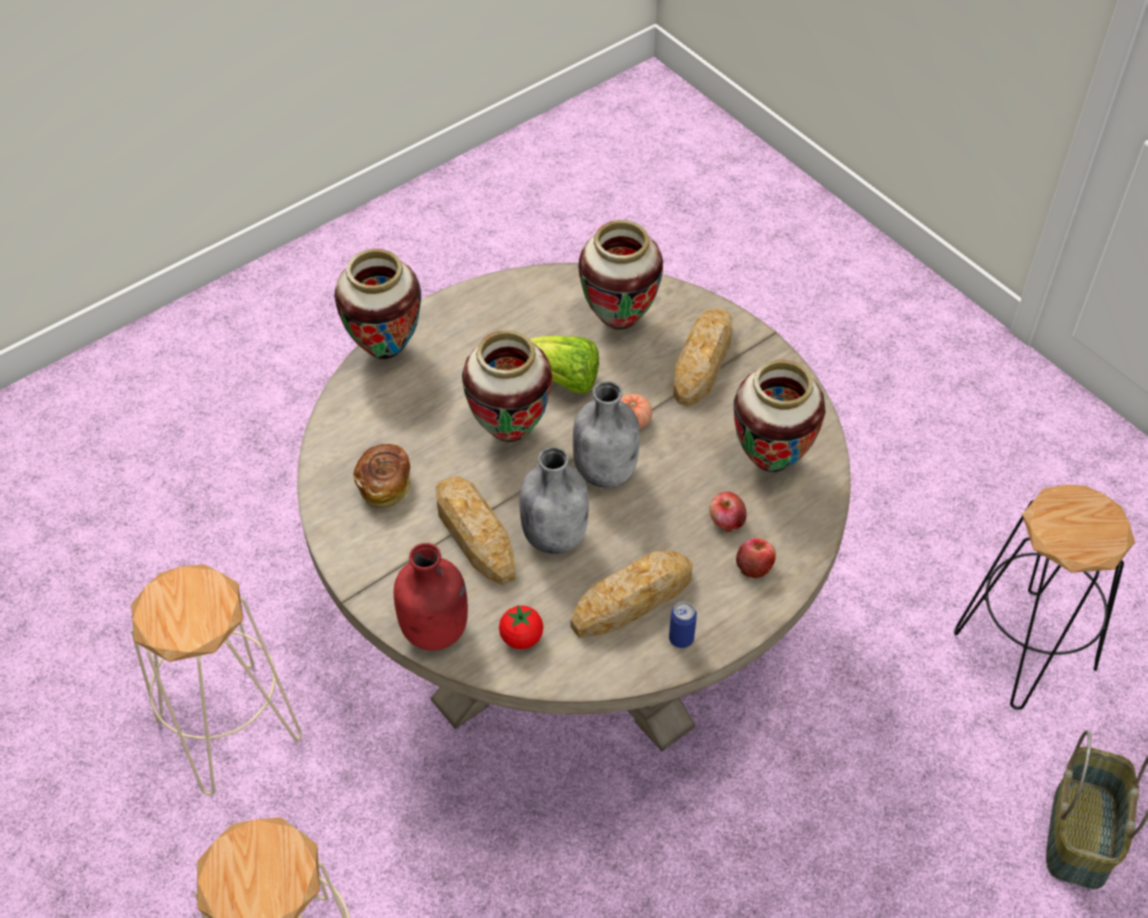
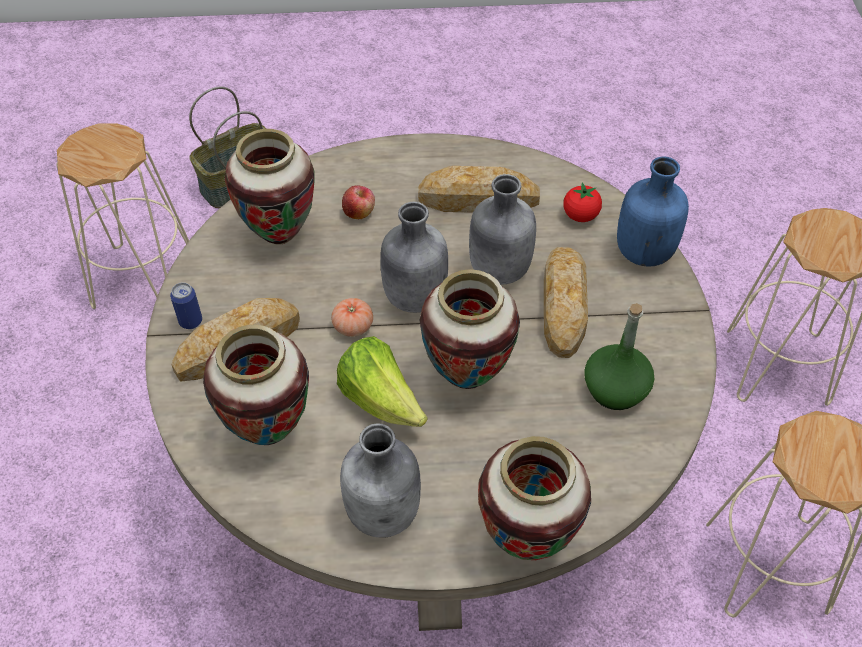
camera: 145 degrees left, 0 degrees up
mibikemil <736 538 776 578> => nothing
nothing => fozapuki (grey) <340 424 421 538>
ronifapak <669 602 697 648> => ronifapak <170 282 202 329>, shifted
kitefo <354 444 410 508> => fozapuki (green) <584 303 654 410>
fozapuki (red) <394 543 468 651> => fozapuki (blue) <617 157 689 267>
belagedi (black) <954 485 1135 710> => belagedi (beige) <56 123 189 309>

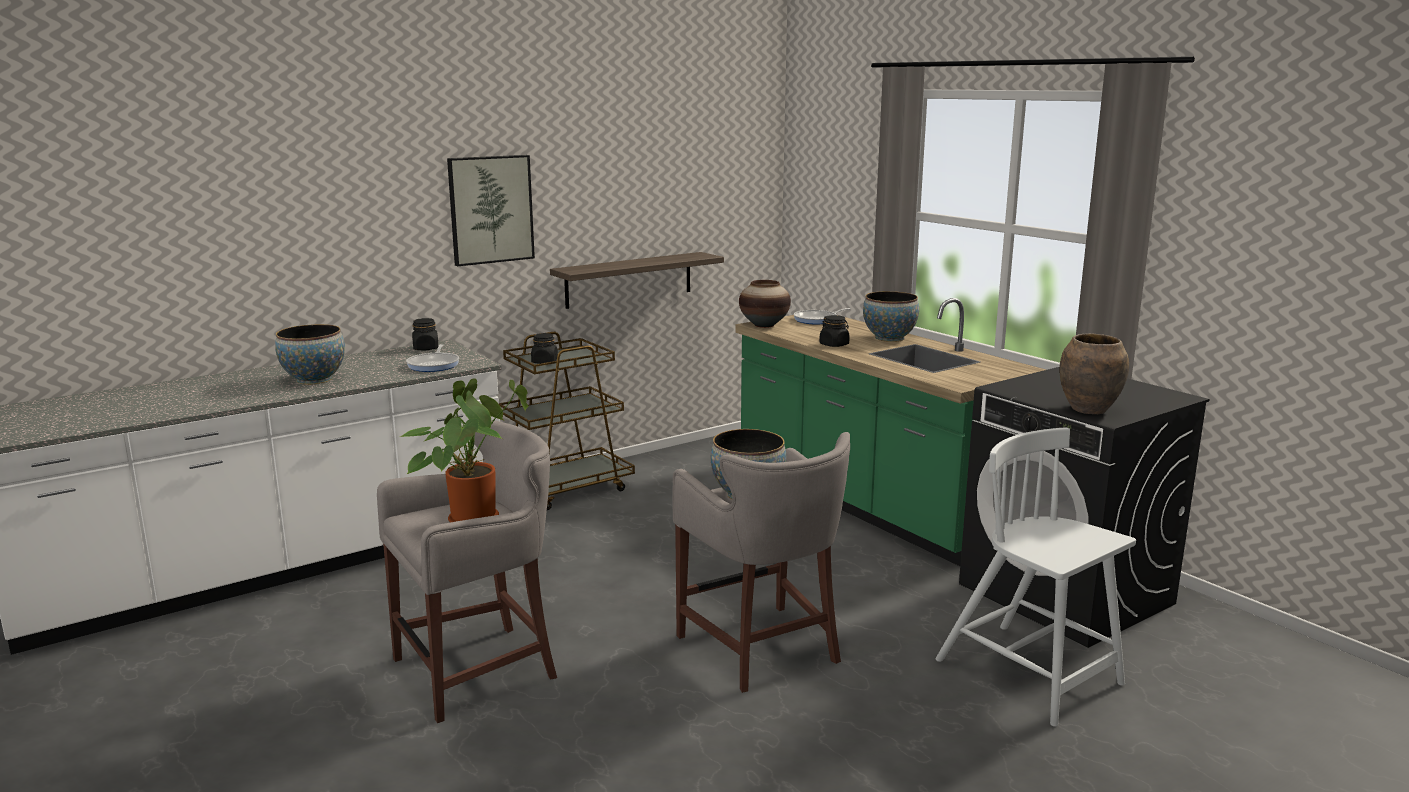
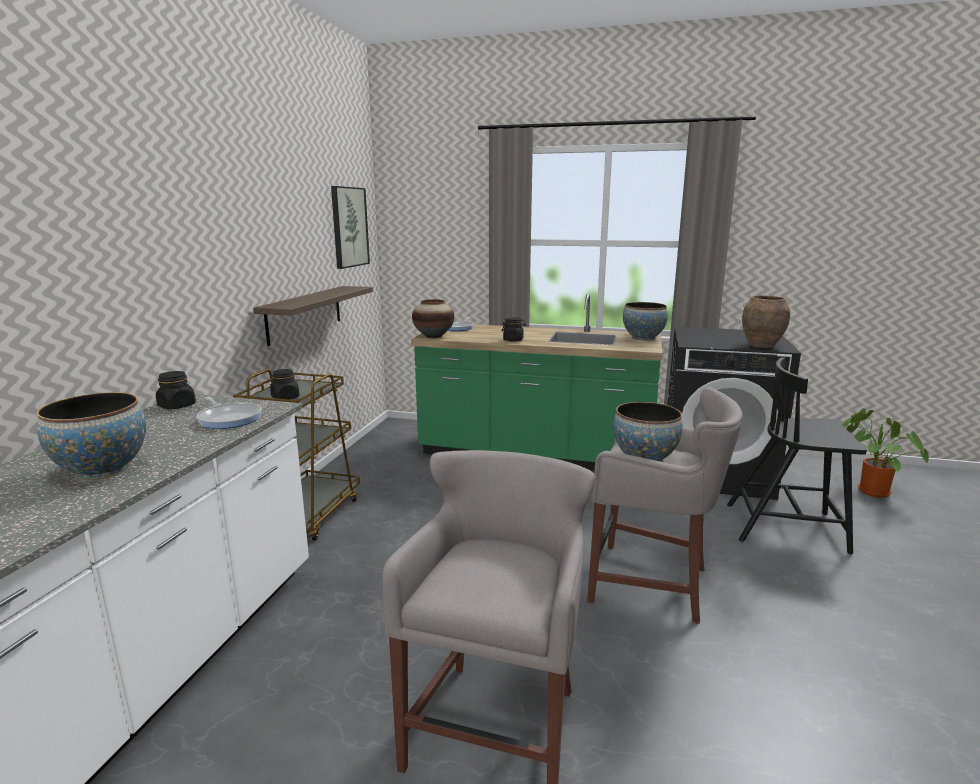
camera: 40 degrees left, 0 degrees up
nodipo <399 378 529 522> => nodipo <842 408 929 498>, shifted
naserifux <447 155 535 266> => naserifux <331 186 370 269>, shifted
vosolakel <863 291 919 342> => vosolakel <623 302 668 341>, shifted
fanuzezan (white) <935 427 1136 727> => fanuzezan (black) <727 357 867 554>

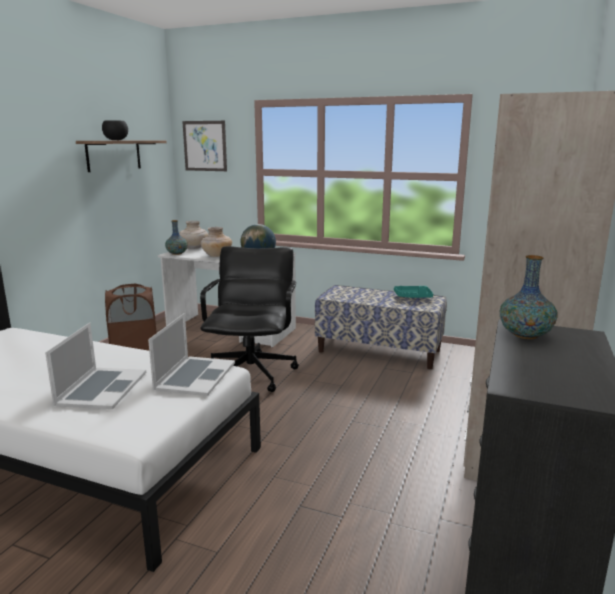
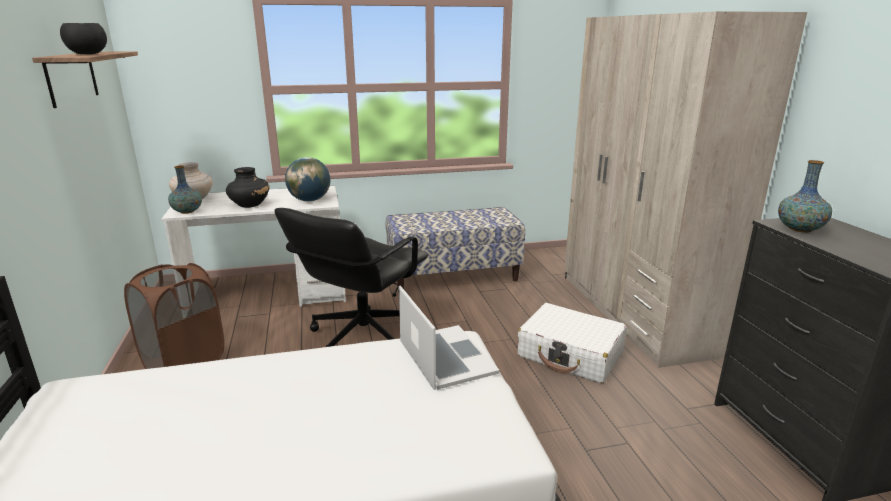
camera: 35 degrees left, 5 degrees up
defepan <45 323 146 409> => nothing
naserifux <182 121 227 171> => nothing
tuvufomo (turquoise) <394 286 433 298> => nothing
nothing => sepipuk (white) <518 303 627 384>
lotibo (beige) <201 227 232 257> => lotibo (black) <226 167 269 208>
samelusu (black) <200 246 299 392> => samelusu (black) <275 208 428 347>, 120 degrees counterclockwise

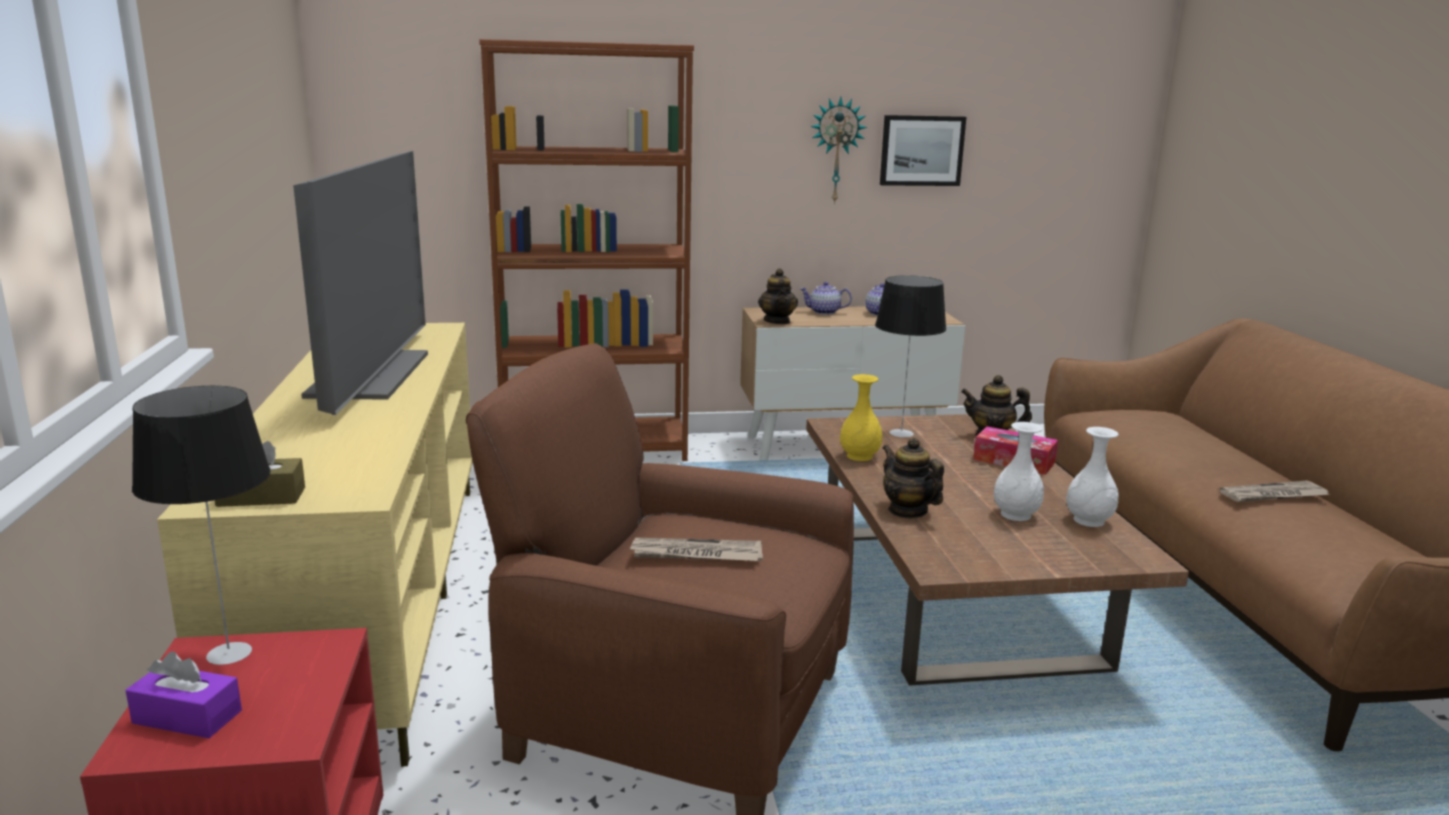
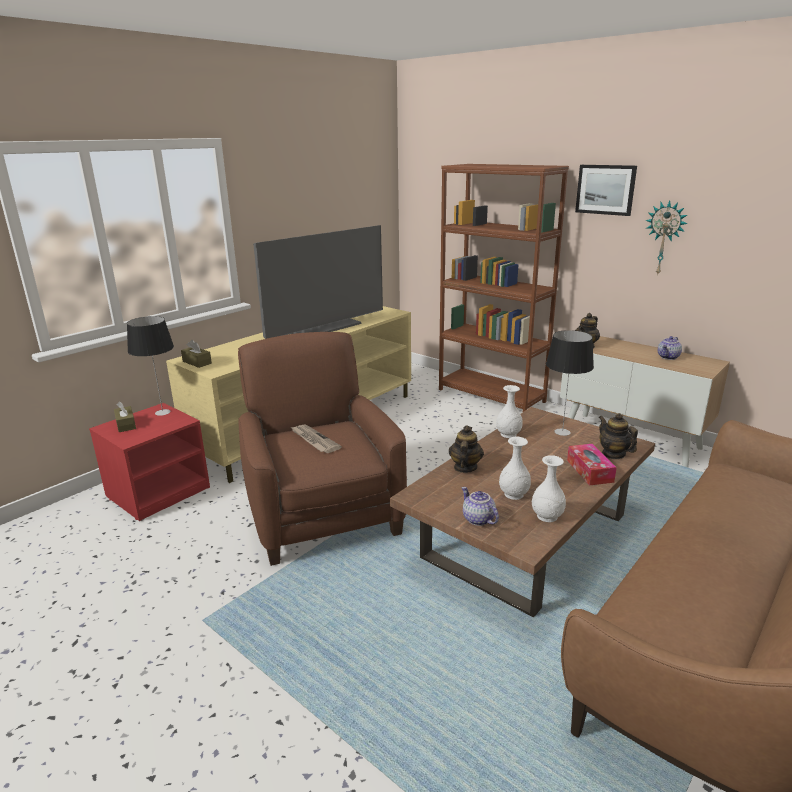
camera: 50 degrees right, 5 degrees up
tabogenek <1219 481 1329 502> => nothing
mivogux <800 282 852 315> => mivogux <462 487 499 526>, shifted
naserifux <880 115 966 186> => naserifux <575 165 637 216>, shifted
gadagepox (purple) <126 651 242 738> => gadagepox (brown) <114 401 136 432>
lotibo (yellow) <840 374 882 461> => lotibo (white) <496 385 523 438>

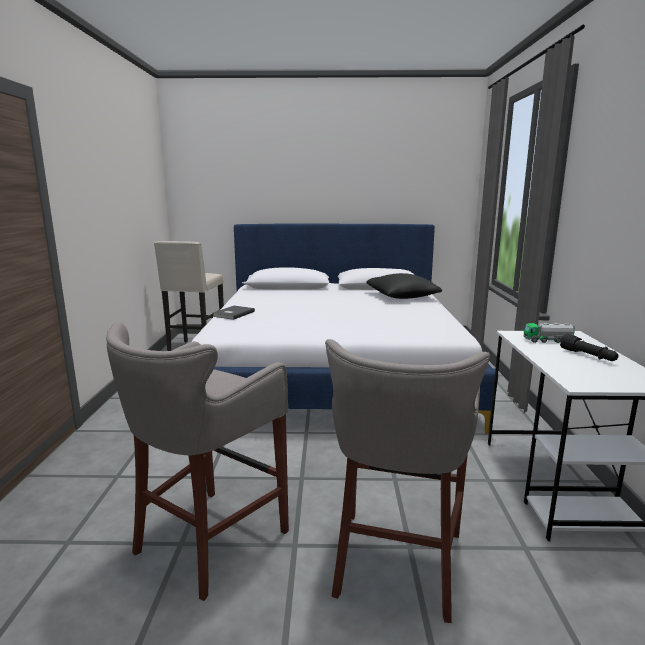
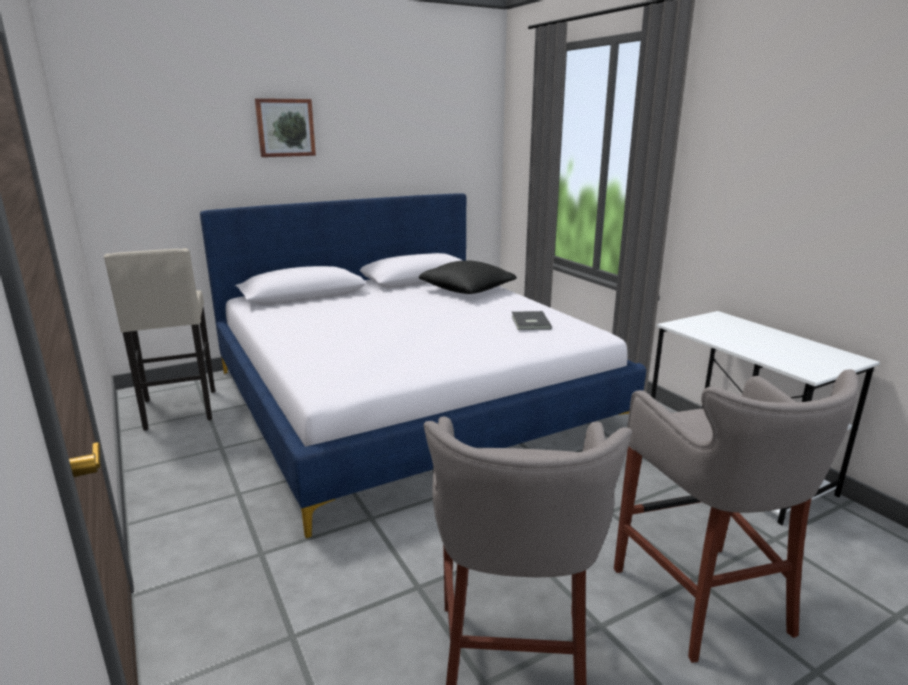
camera: 30 degrees left, 5 degrees up
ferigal <523 323 575 343> => nothing
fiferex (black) <560 334 618 361> => nothing
nothing => naserifux <255 98 316 157>
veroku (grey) <213 306 255 320> => veroku (grey) <512 311 552 330>, shifted

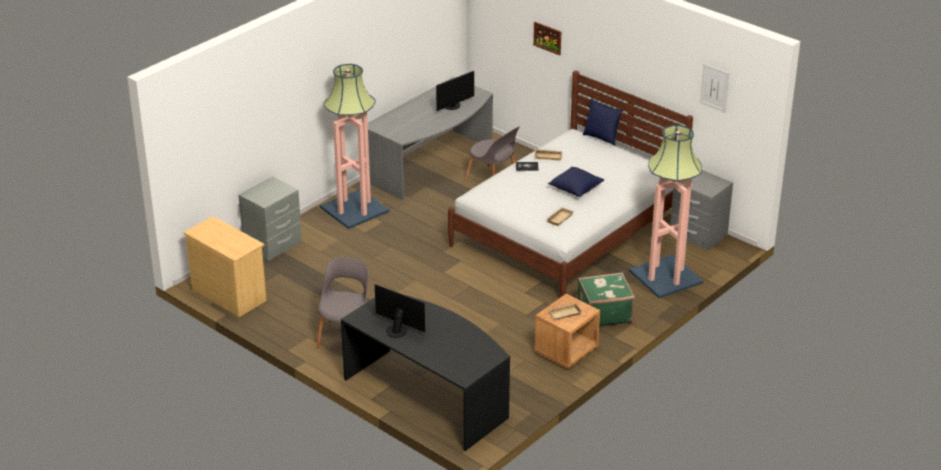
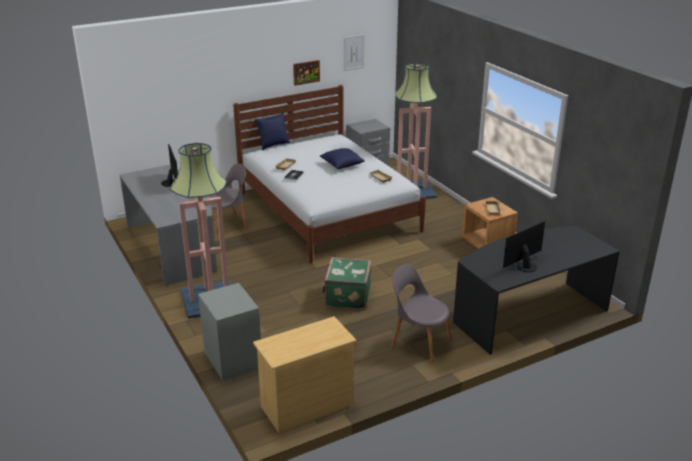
camera: 70 degrees left, 5 degrees down
naserifux <533 22 561 55> => naserifux <293 60 320 86>, shifted
sepipuk (green) <577 272 635 326> => sepipuk (green) <322 257 371 309>, shifted

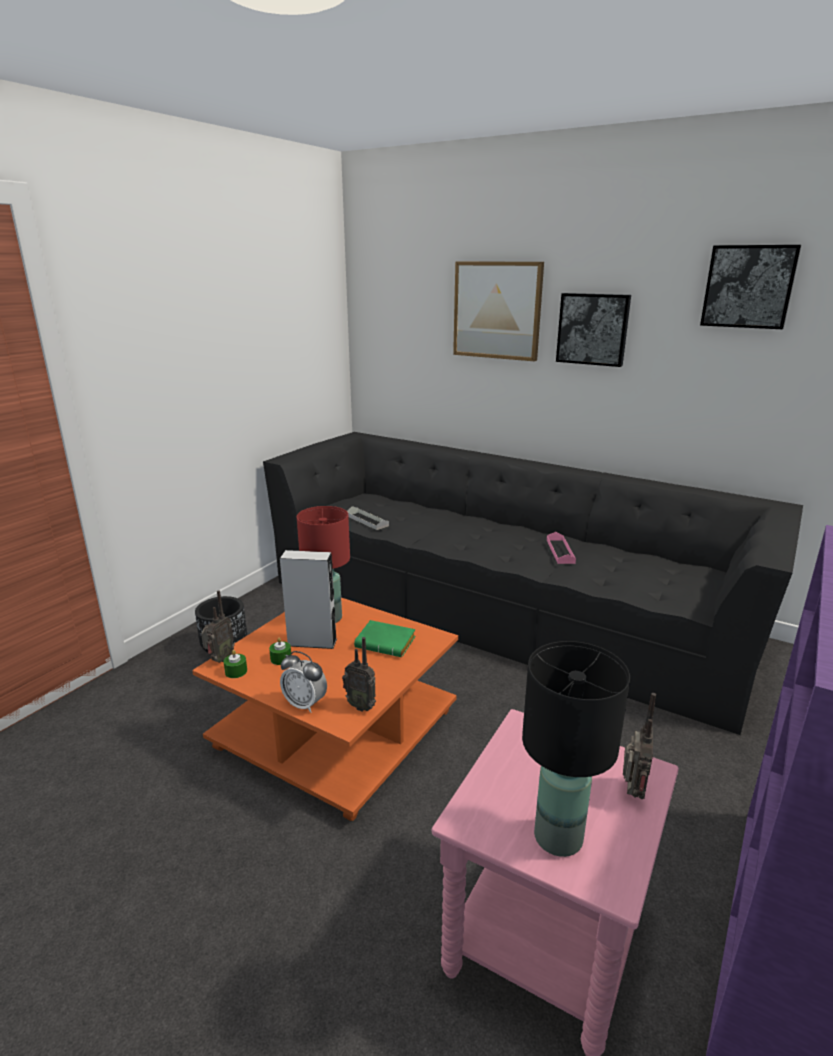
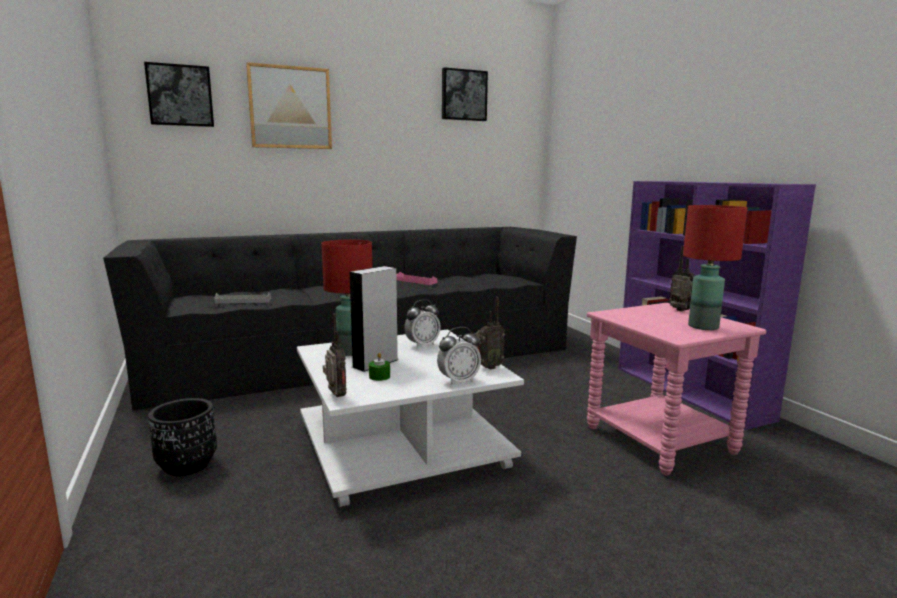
camera: 55 degrees left, 10 degrees down
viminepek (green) <224 650 247 678> => nothing
naserifux <556 293 631 367> => naserifux <144 62 214 127>, shifted
veroku (green) <354 620 415 657> => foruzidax <404 299 441 348>
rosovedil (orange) <192 598 458 821> => rosovedil (white) <297 330 524 507>
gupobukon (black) <522 641 630 857> => gupobukon (red) <683 205 748 330>

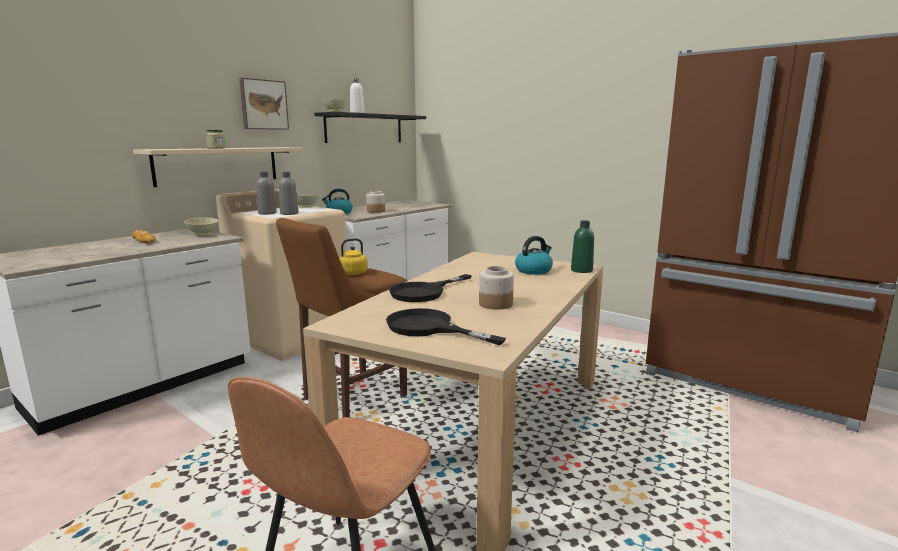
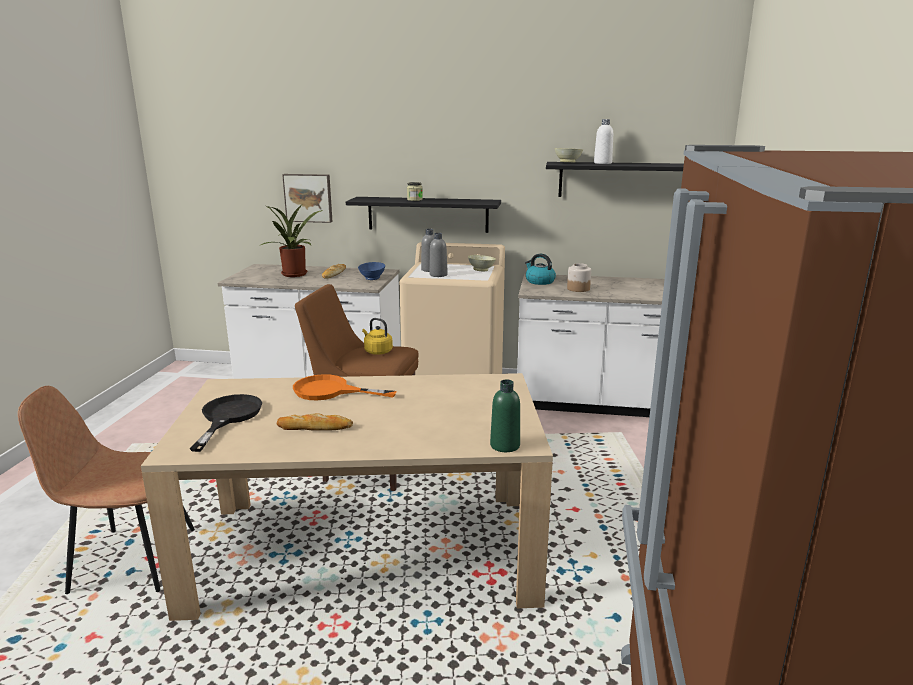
camera: 60 degrees right, 5 degrees up
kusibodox <515 236 553 275> => nothing
nothing => nodipo <261 205 323 277>
naserifux <239 78 289 130> => naserifux <282 174 333 223>, shifted
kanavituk <479 266 514 310> => kitefo <277 413 353 431>
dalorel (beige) <133 147 303 187> => dalorel (black) <346 197 501 233>
vosolakel (beige) <184 217 218 236> => vosolakel (blue) <358 262 385 280>
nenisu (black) <389 274 472 302> => nenisu (orange) <293 374 397 400>

